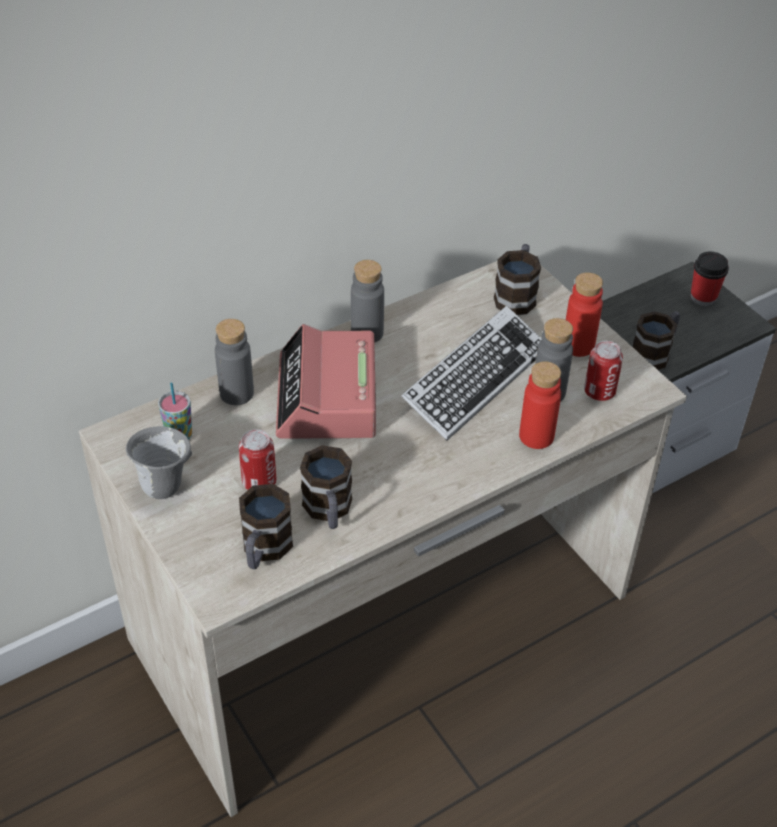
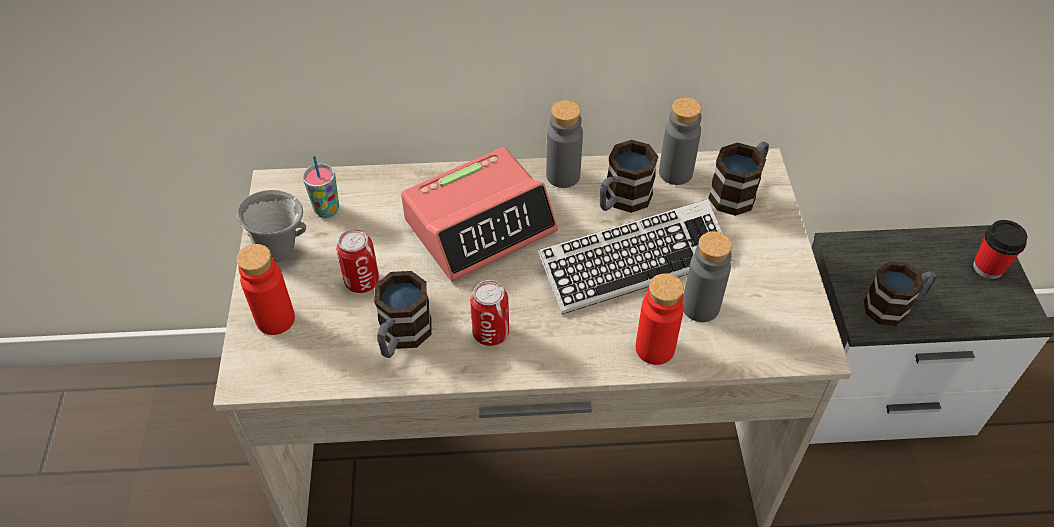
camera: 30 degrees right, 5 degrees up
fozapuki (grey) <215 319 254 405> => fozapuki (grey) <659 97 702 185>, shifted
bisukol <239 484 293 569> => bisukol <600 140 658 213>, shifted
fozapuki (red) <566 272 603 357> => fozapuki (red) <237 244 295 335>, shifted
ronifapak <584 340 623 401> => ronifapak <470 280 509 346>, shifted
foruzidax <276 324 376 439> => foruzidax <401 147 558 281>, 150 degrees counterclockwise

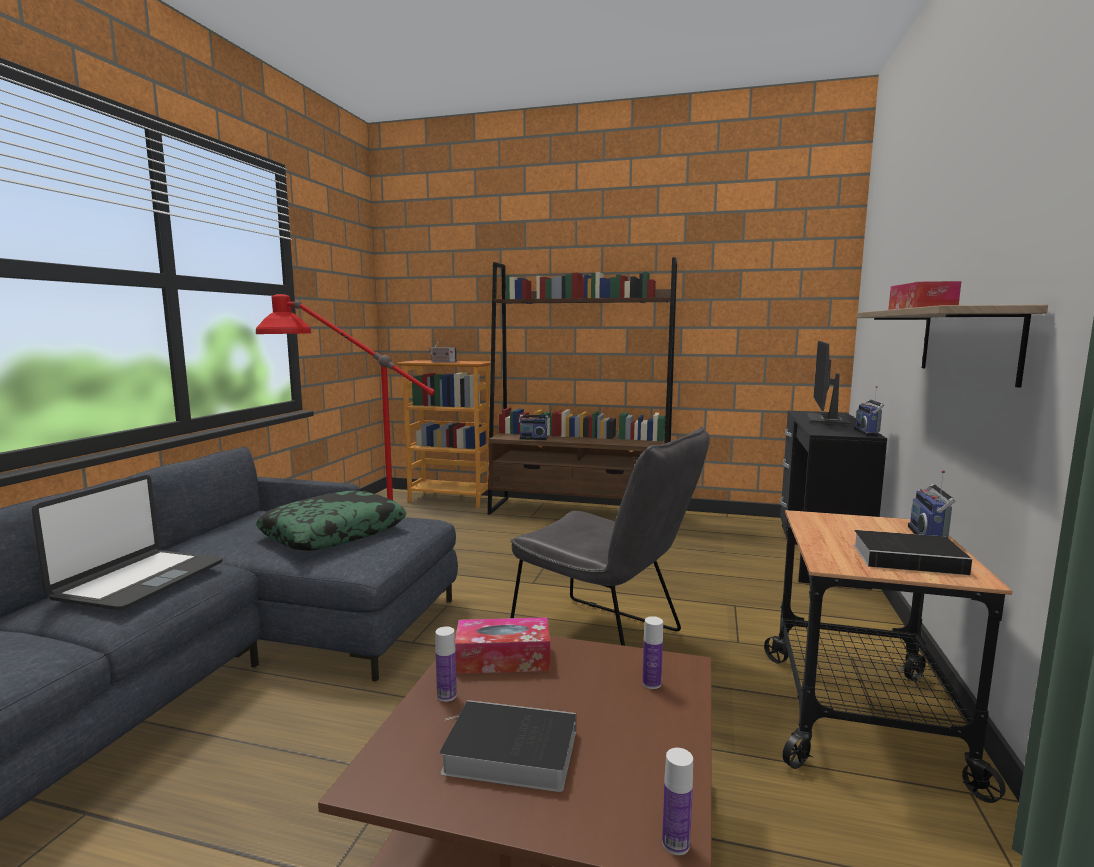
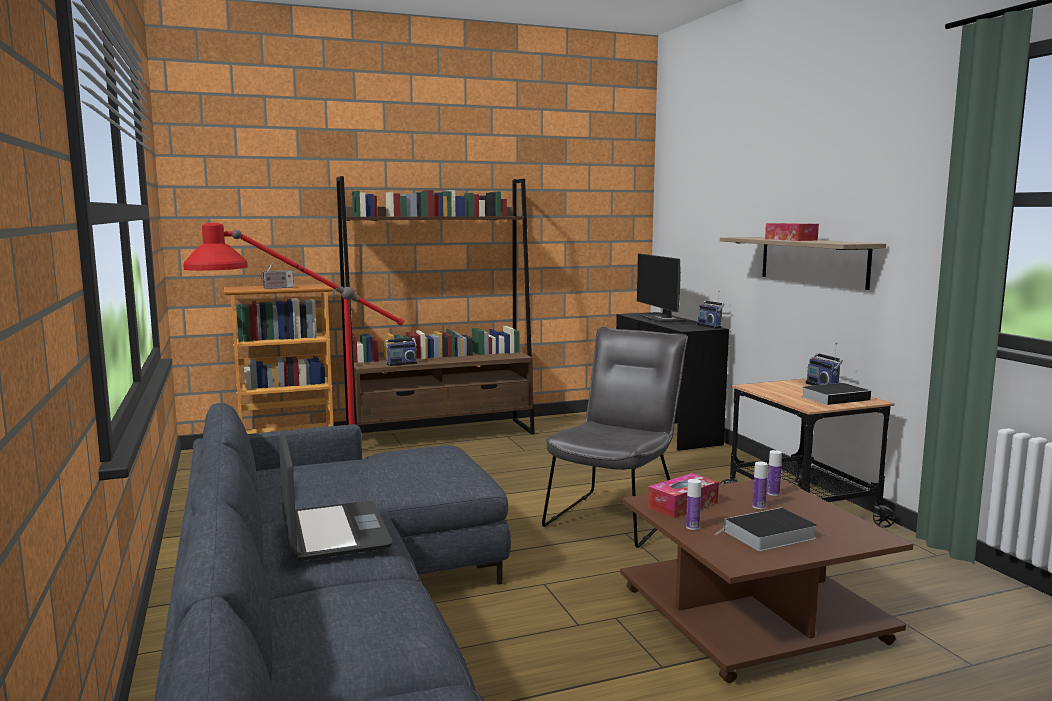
camera: 35 degrees left, 0 degrees up
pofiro <255 491 407 551> => nothing
fozapuki <662 748 693 855> => fozapuki <753 461 768 509>, shifted
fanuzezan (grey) <510 427 710 646> => fanuzezan (grey) <542 327 688 548>, 60 degrees counterclockwise

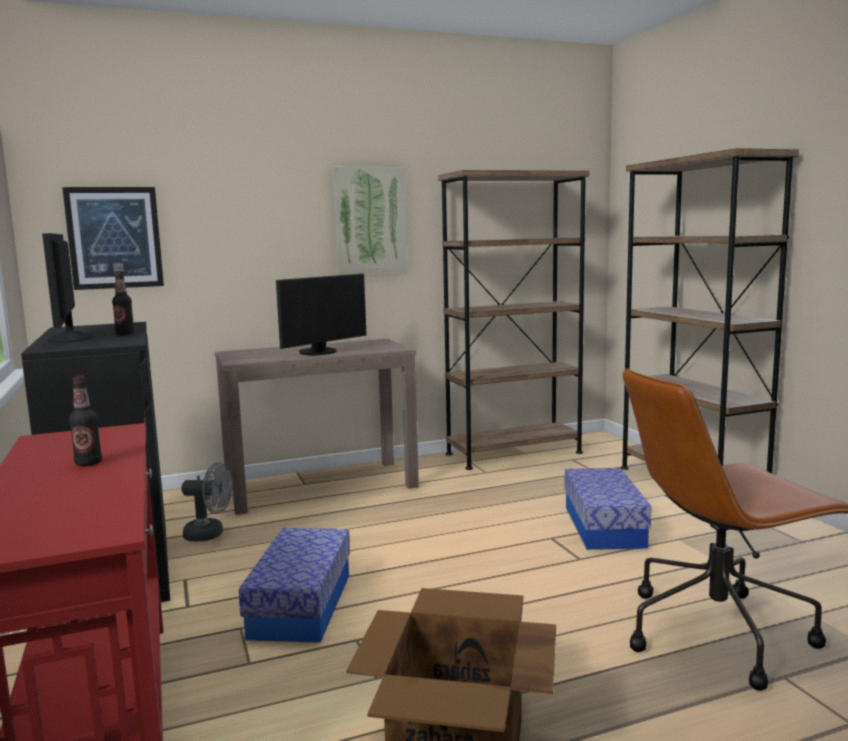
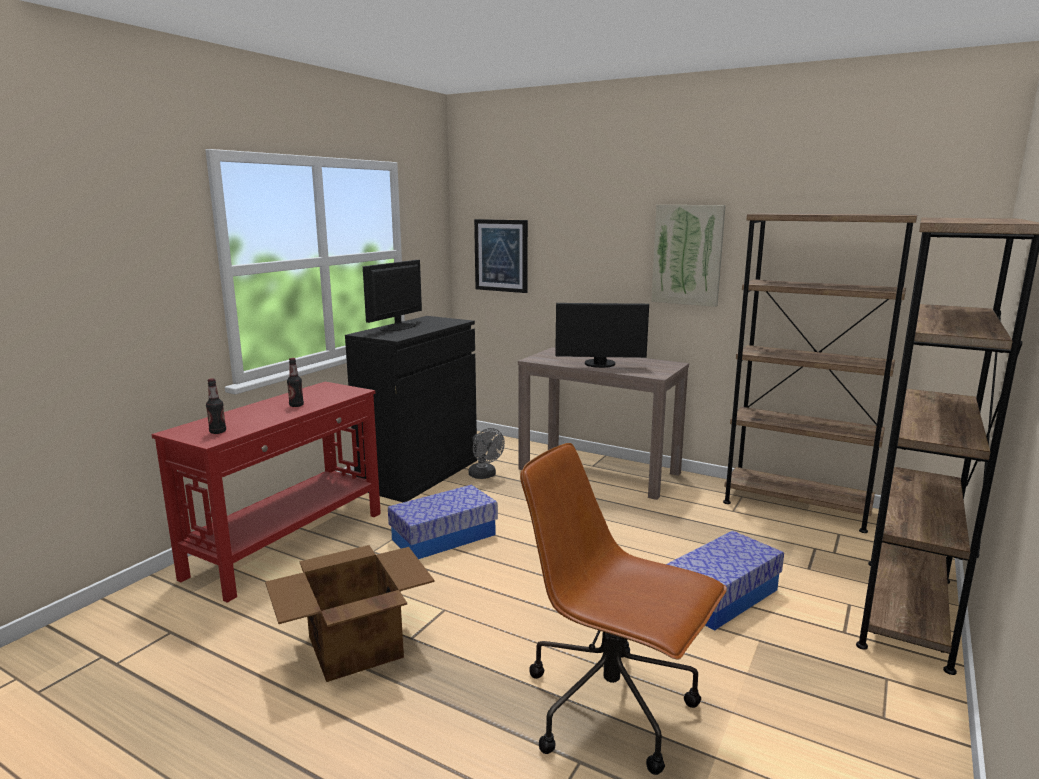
camera: 50 degrees right, 5 degrees up
fozapuki <112 271 135 335> => fozapuki <206 379 226 434>, shifted

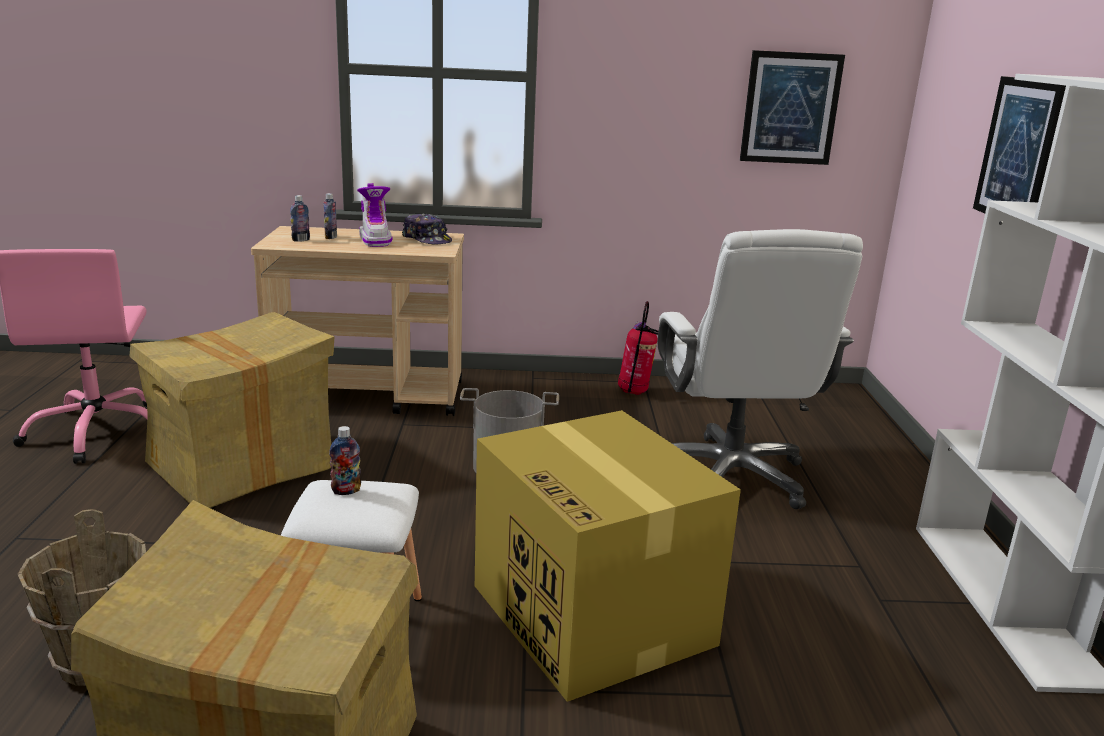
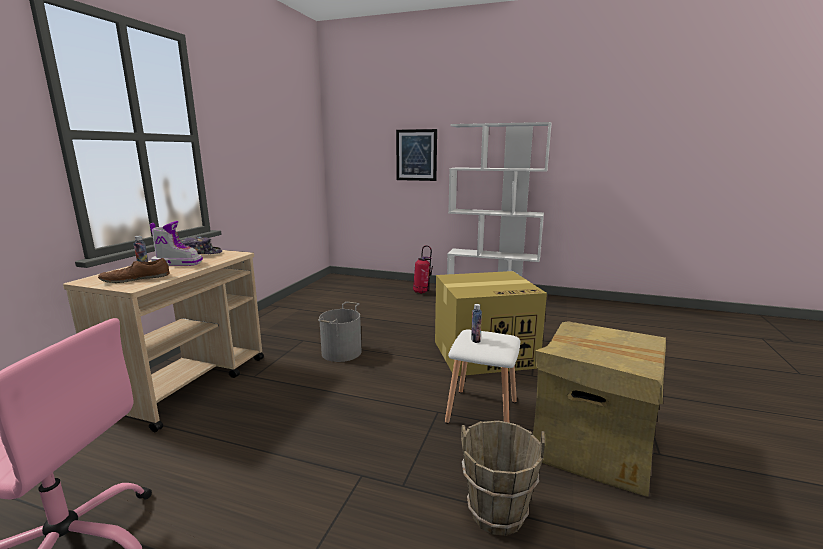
camera: 70 degrees left, 5 degrees down
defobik <129 312 334 508> => nothing
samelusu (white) <658 229 863 509> => nothing
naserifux <740 50 845 165> => nothing
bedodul <618 301 658 395> => bedodul <413 245 433 294>, shifted
fozapuki <290 195 310 242> => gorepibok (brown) <98 258 170 283>

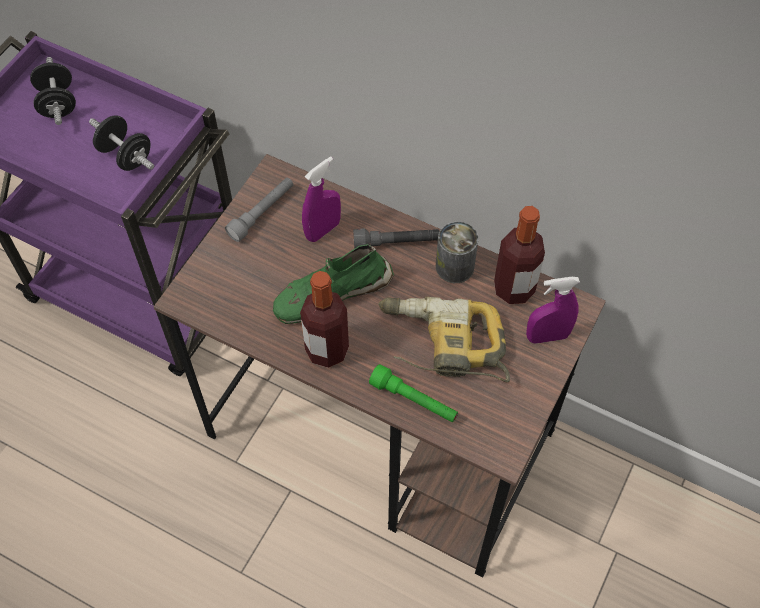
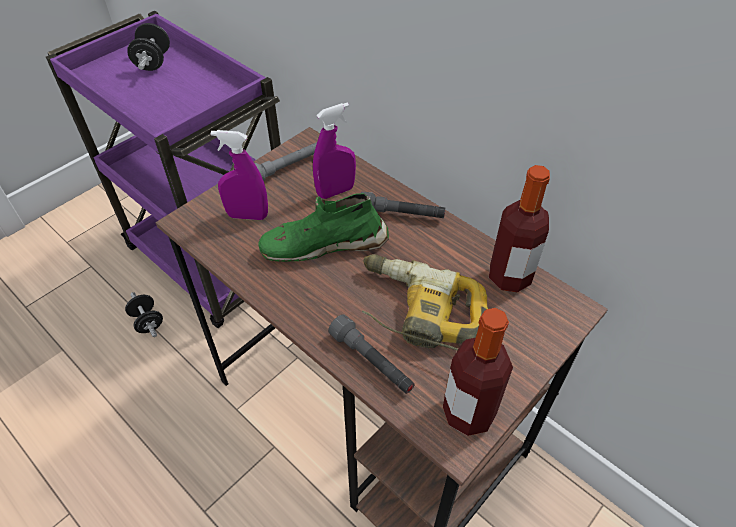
camera: 15 degrees right, 10 degrees down
ronifapak <436 221 479 283> => nothing
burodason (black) <89 115 154 171> => burodason (black) <125 292 163 337>, shifted
fozapuki <300 271 349 368> => fozapuki <443 308 513 436>, shifted
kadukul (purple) <526 277 580 344> => kadukul (purple) <211 130 268 220>, shifted
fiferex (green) <369 364 458 422> => fiferex (grey) <328 314 415 394>

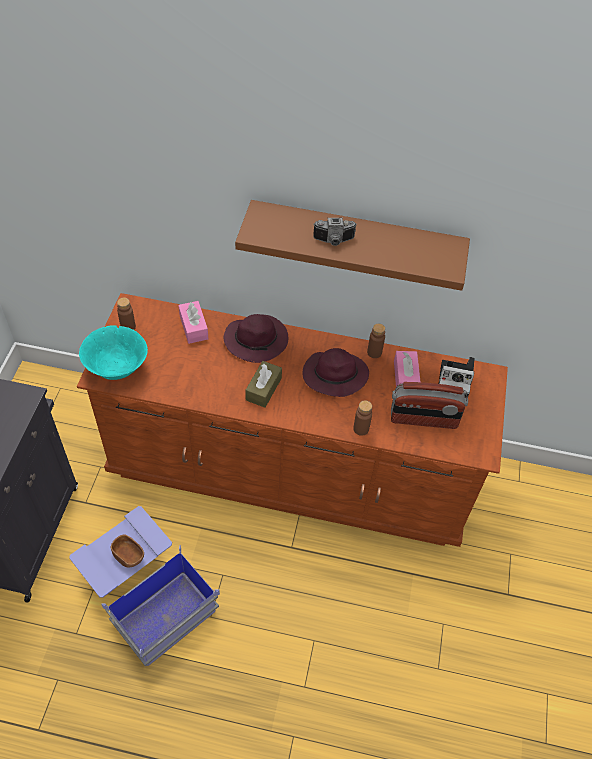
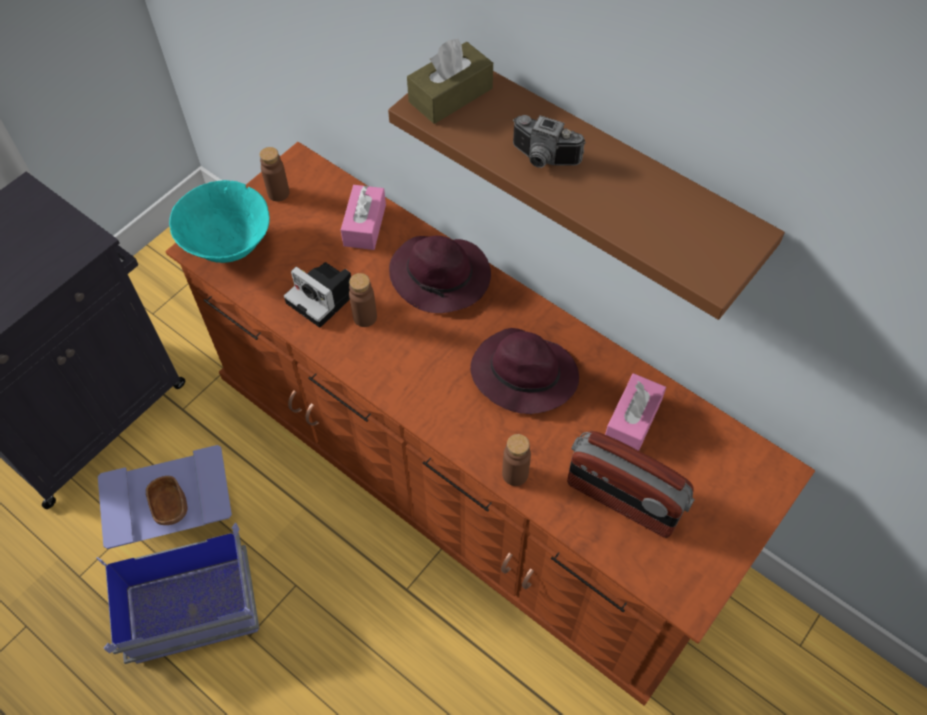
camera: 30 degrees right, 5 degrees up
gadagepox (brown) <245 361 282 408> => gadagepox (brown) <407 39 493 124>, shifted
fozapuki (brown) <367 323 385 358> => fozapuki (brown) <349 273 377 327>, shifted
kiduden <439 357 475 398> => kiduden <284 262 351 328>, shifted

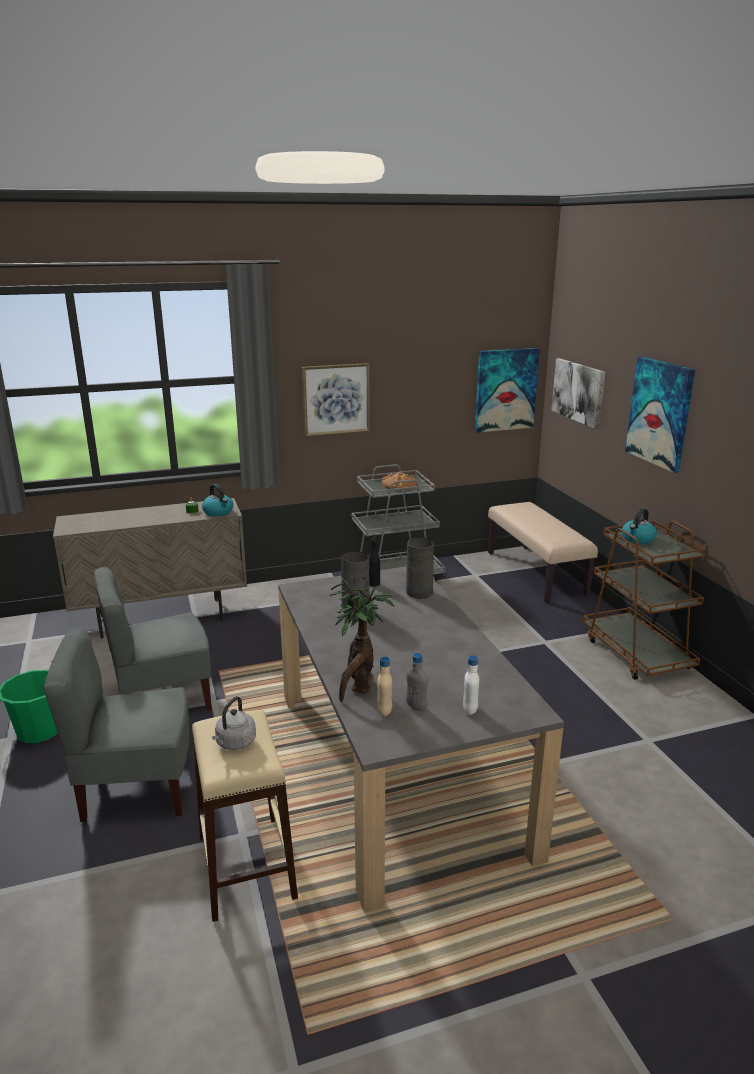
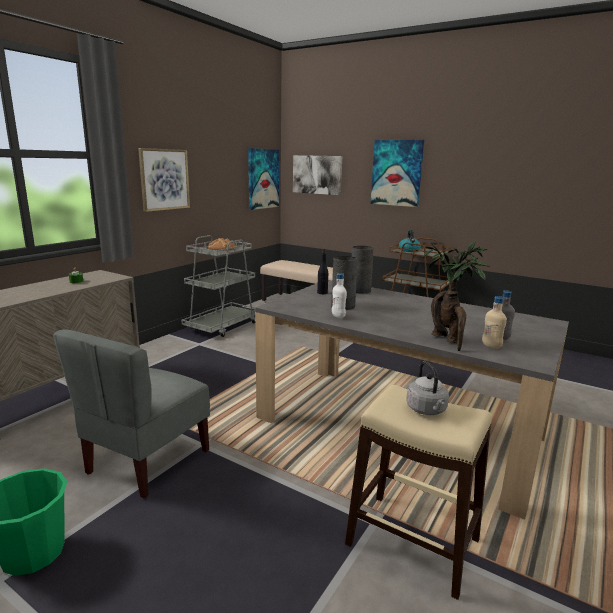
camera: 40 degrees left, 5 degrees down
fanuzezan (grey) <43 627 189 822> => nothing
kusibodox <202 484 233 516> => nothing
fozapuki (white) <463 655 479 715> => fozapuki (white) <332 273 347 318>, shifted

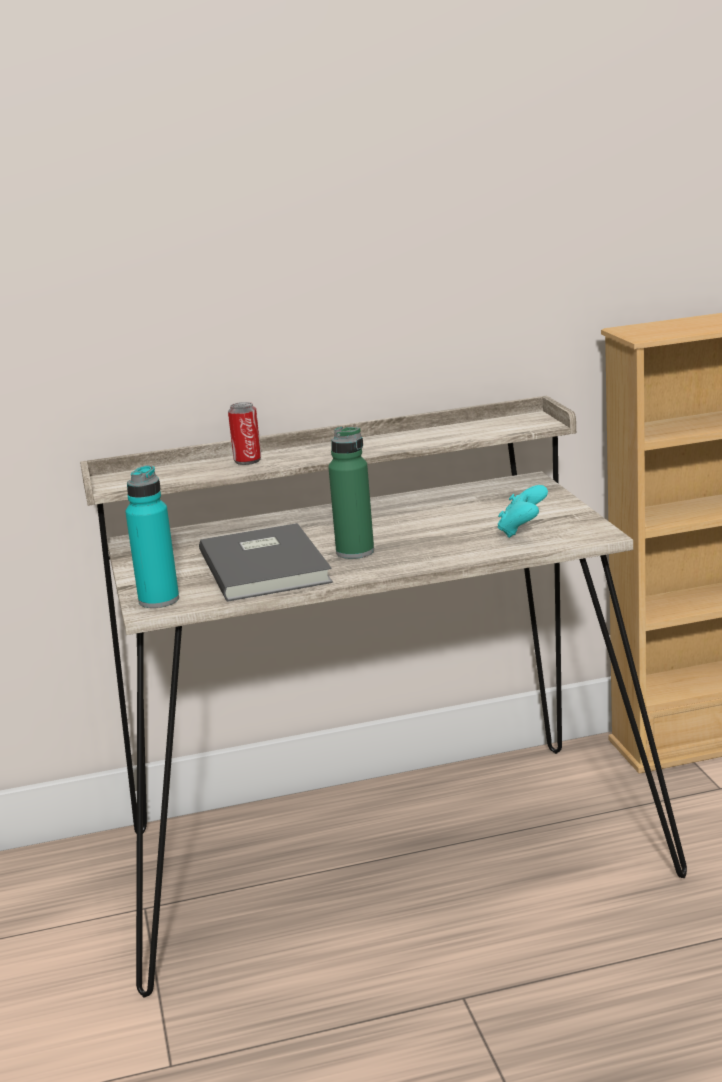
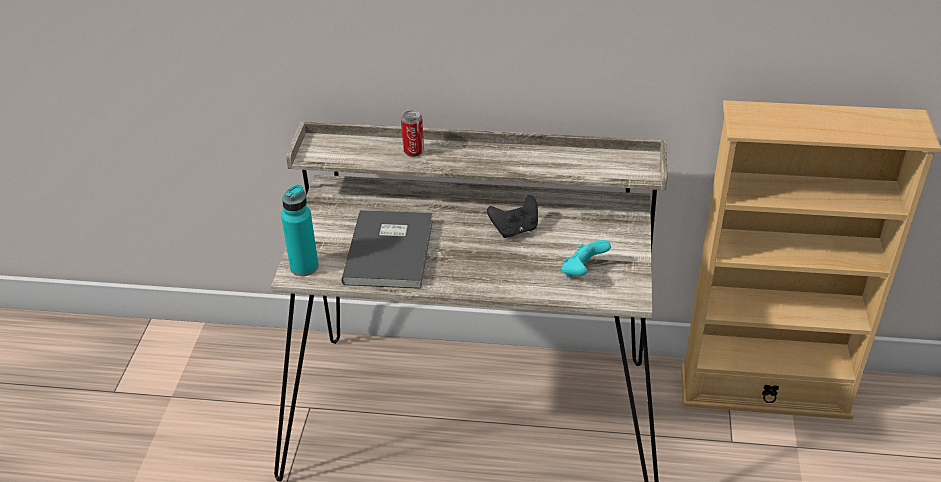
camera: 20 degrees right, 20 degrees up
fozapuki (green) <328 427 374 559> => nothing
nothing => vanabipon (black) <487 195 538 238>

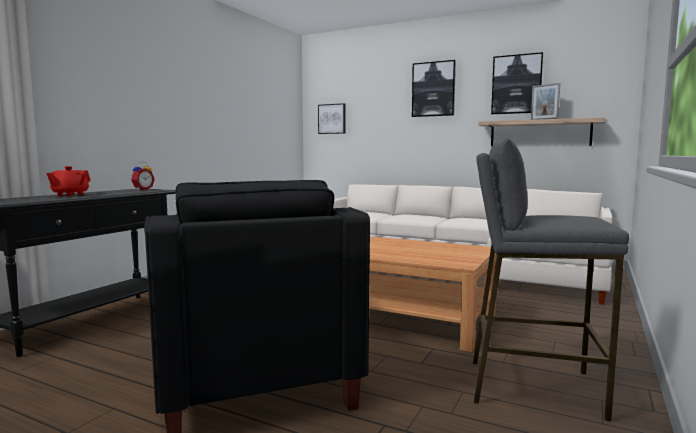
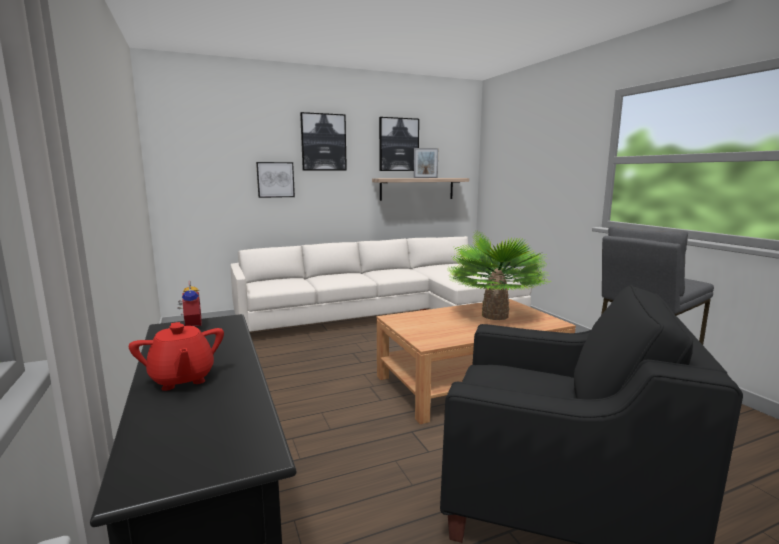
camera: 50 degrees left, 5 degrees up
nothing => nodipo <447 231 550 320>
naserifux <318 103 345 134> => naserifux <256 162 295 198>, shifted

